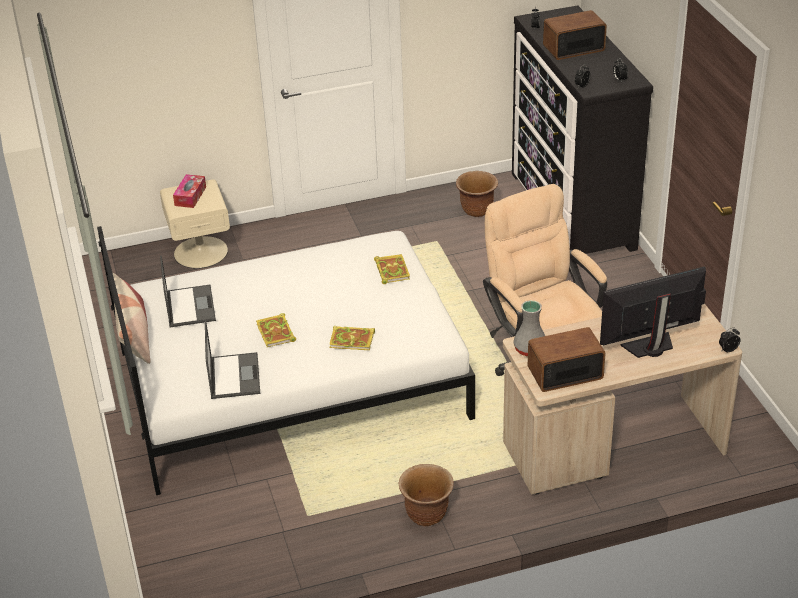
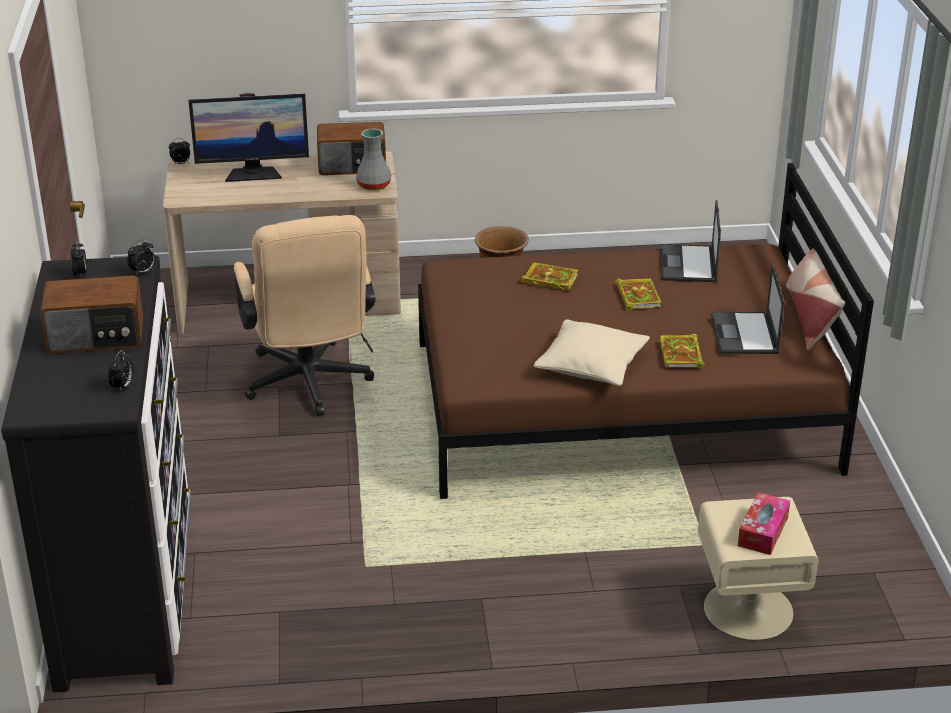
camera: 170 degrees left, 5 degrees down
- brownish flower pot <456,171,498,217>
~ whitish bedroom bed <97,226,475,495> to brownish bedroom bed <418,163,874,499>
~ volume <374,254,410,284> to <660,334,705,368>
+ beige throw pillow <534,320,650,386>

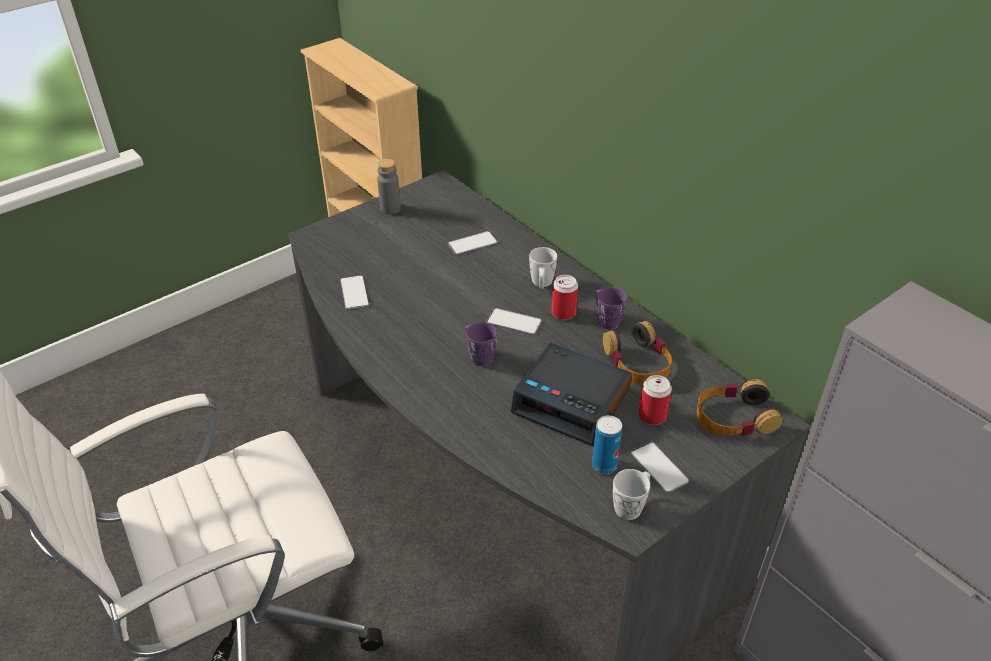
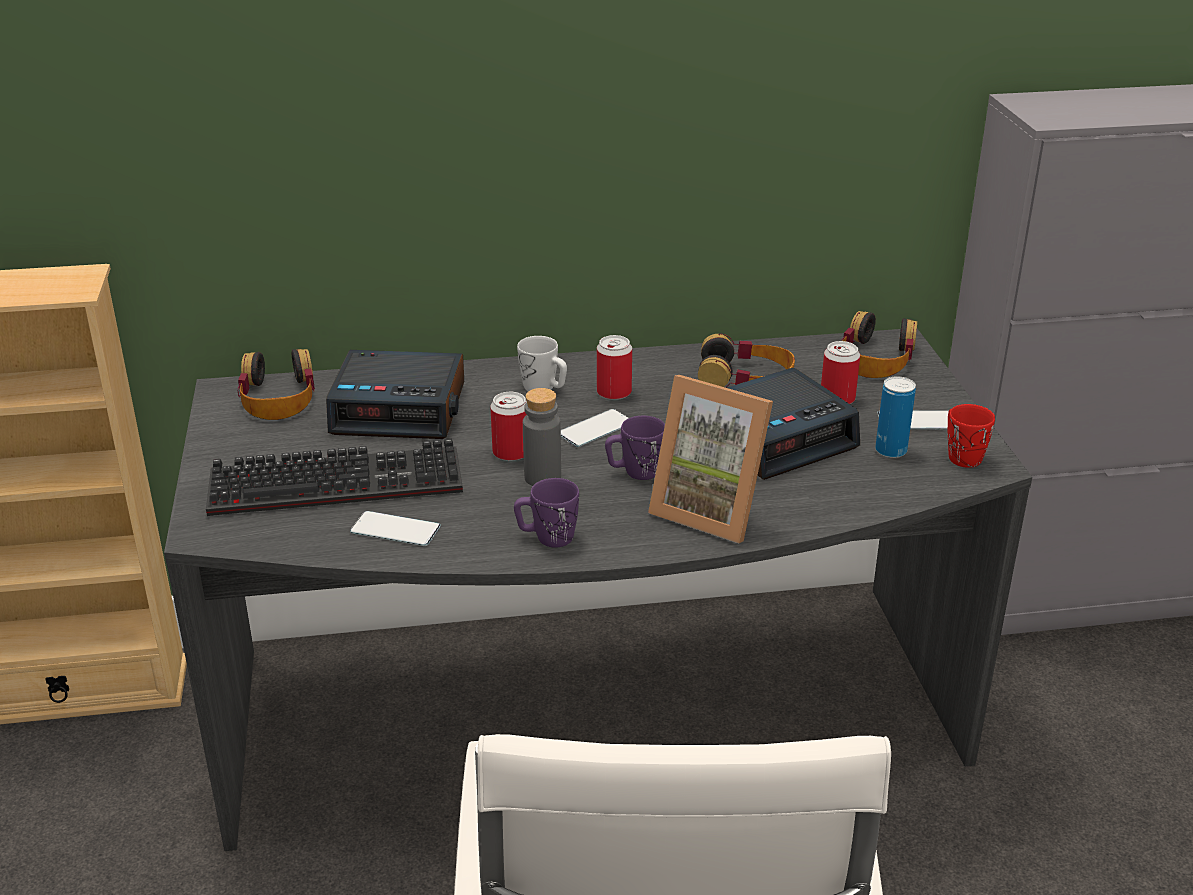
camera: 60 degrees left, 10 degrees down
~ gray beverage bottle <377,159,401,214> to <523,388,561,486>
~ telephone <448,231,497,254> to table clock <326,350,464,439>
~ purple mug <595,287,627,329> to <514,478,579,548>
~ whitish mug <613,469,650,520> to red-coloured mug <948,404,995,468>
+ headset <238,349,315,420>
+ photo frame <648,375,773,543>
+ metal can <490,392,527,461>
+ keyboard <206,439,463,516>

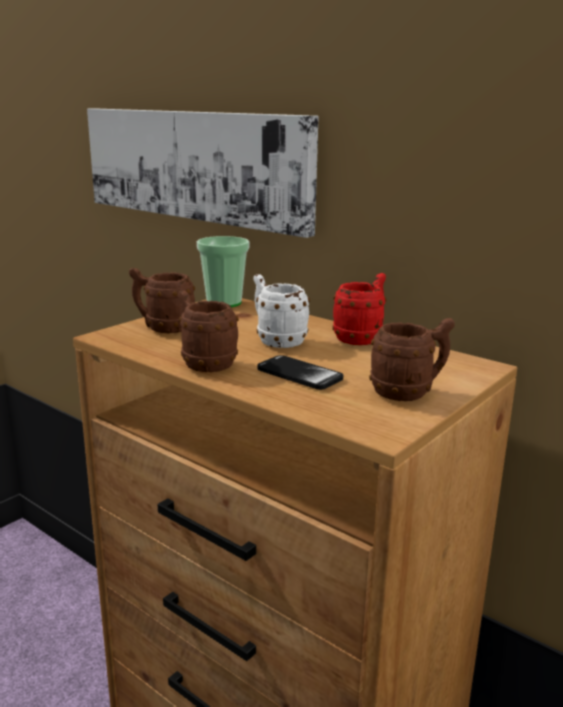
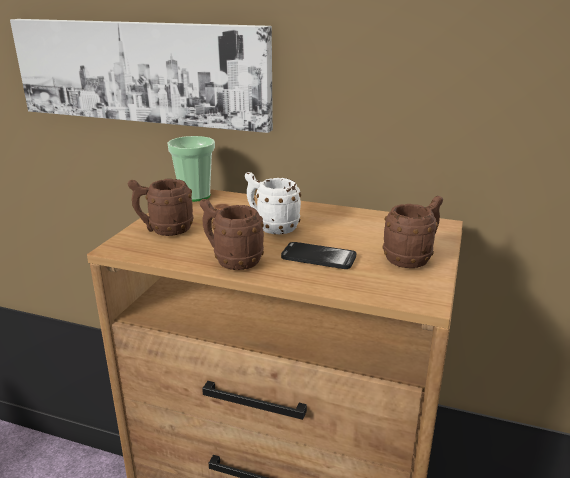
camera: 20 degrees left, 5 degrees up
- red-coloured mug <332,273,387,345>

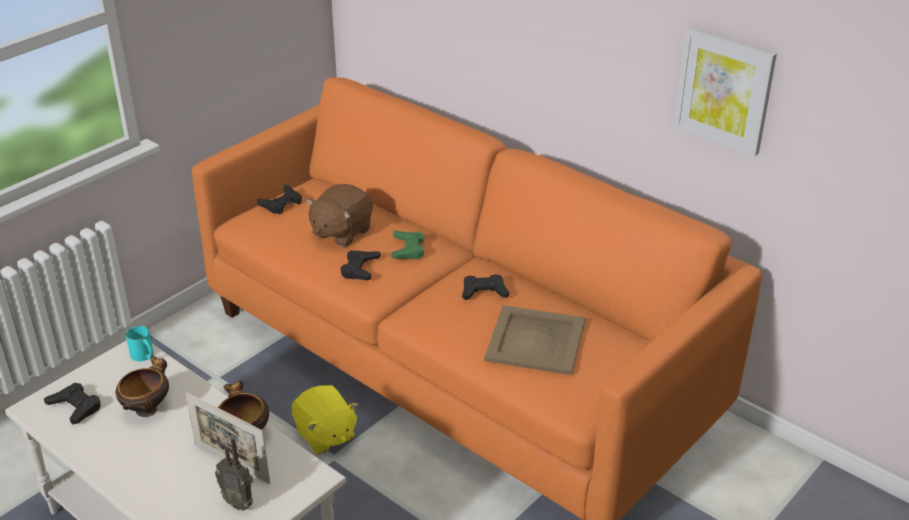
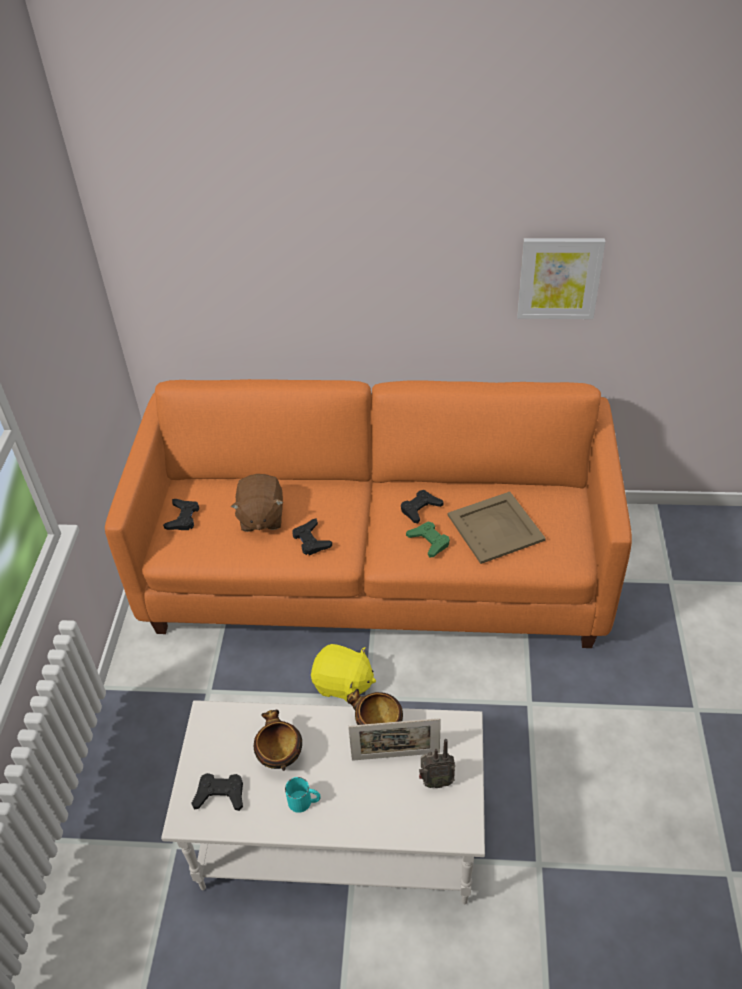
camera: 35 degrees left, 10 degrees up
~ greenish joypad <391,231,424,259> to <406,521,450,557>
~ blue-green mug <126,326,153,361> to <285,777,321,813>

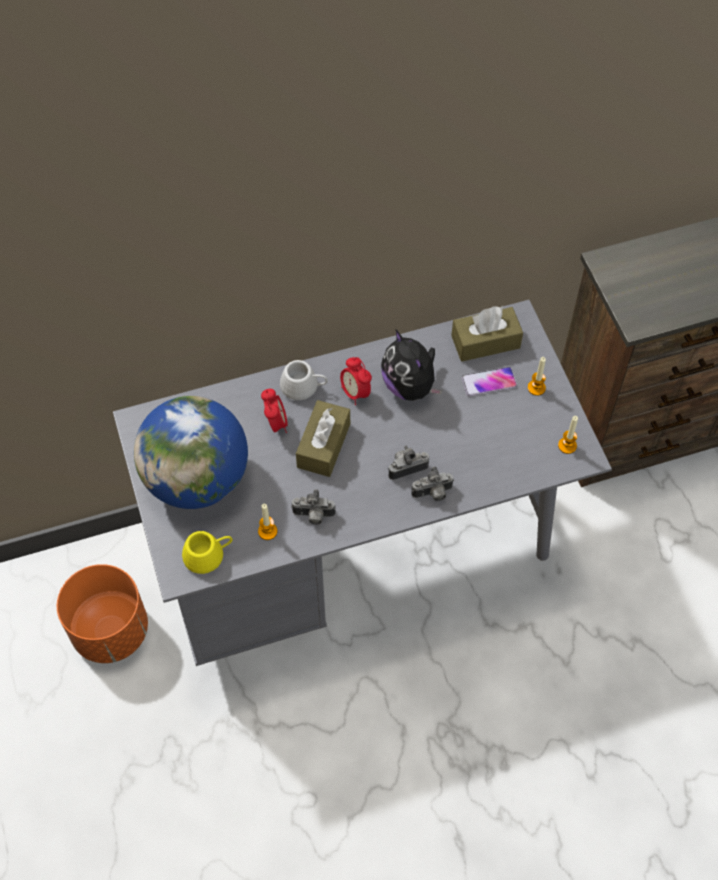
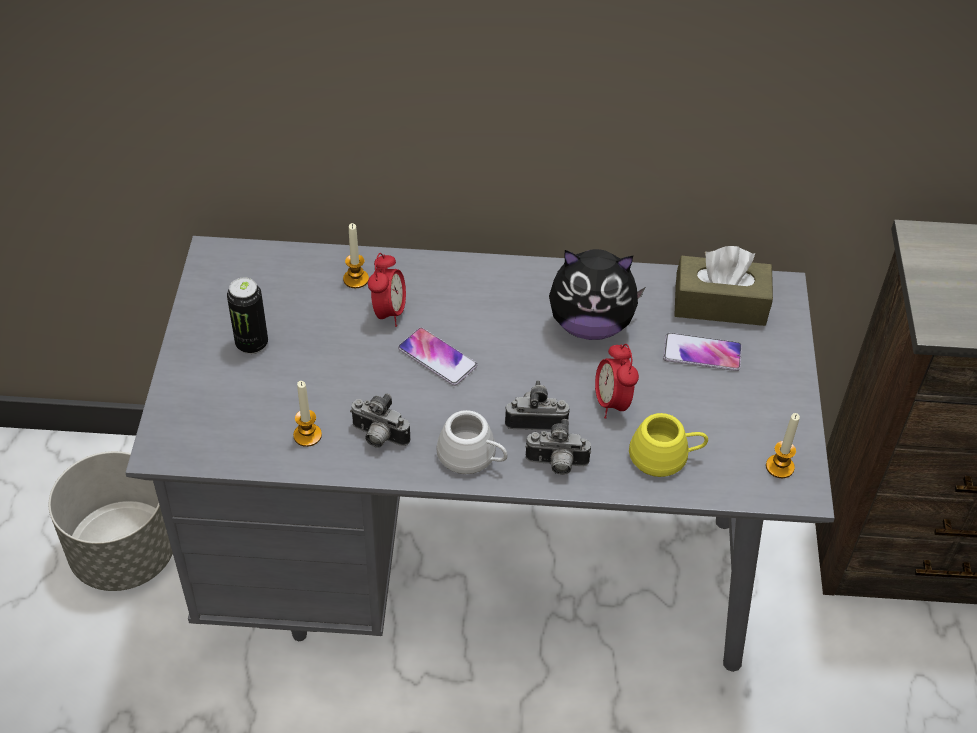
camera: 20 degrees right, 10 degrees down
~ plush toy <381,329,442,401> = <549,249,645,340> 75 degrees counterclockwise
~ table clock <340,357,372,405> to <595,344,639,419>
~ candle <528,357,546,396> to <343,223,369,288>
~ whitish mug <280,360,328,400> to <436,410,507,474>
~ desk globe <134,396,248,509> to metal can <227,277,268,354>
~ brownish box of tissues <296,400,350,477> to telephone <398,327,477,386>
~ yellow mug <182,531,232,574> to <629,413,708,477>
~ orangey flower pot <57,564,148,663> to gray flower pot <49,451,173,591>

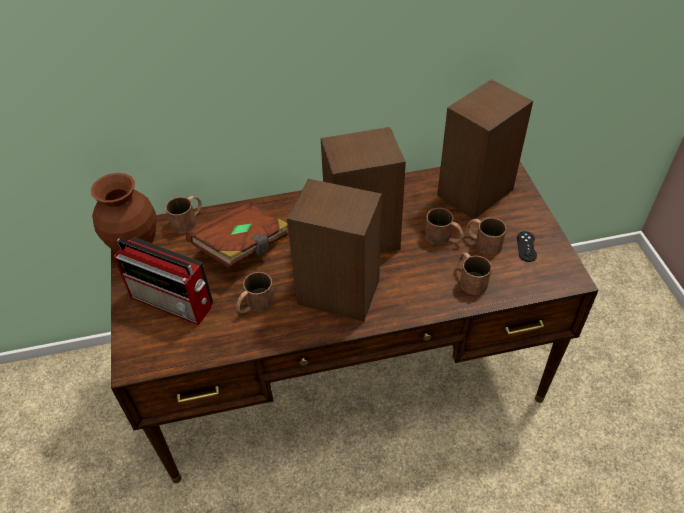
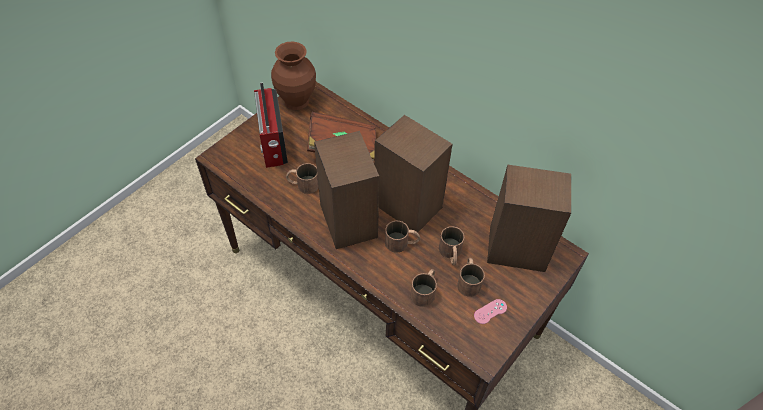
camera: 50 degrees right, 5 degrees up
~ brownish mug <166,196,202,233> to <385,221,420,253>
~ black joypad <517,231,537,262> to pinkish joypad <474,299,507,324>

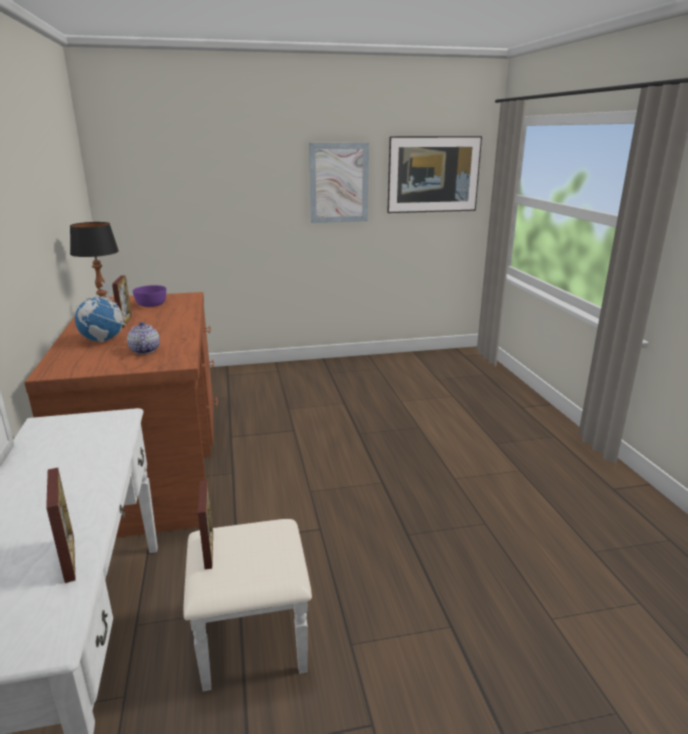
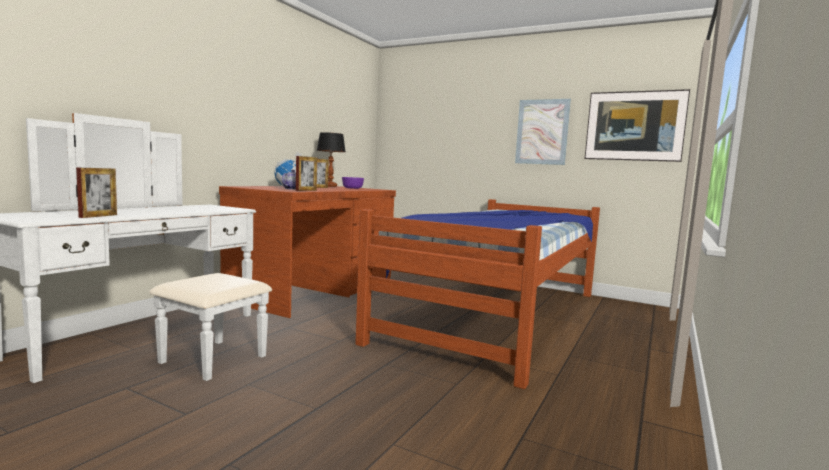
camera: 40 degrees right, 15 degrees down
~ photo frame <198,480,213,570> to <296,156,317,191>
+ bedroom bed <355,199,600,389>

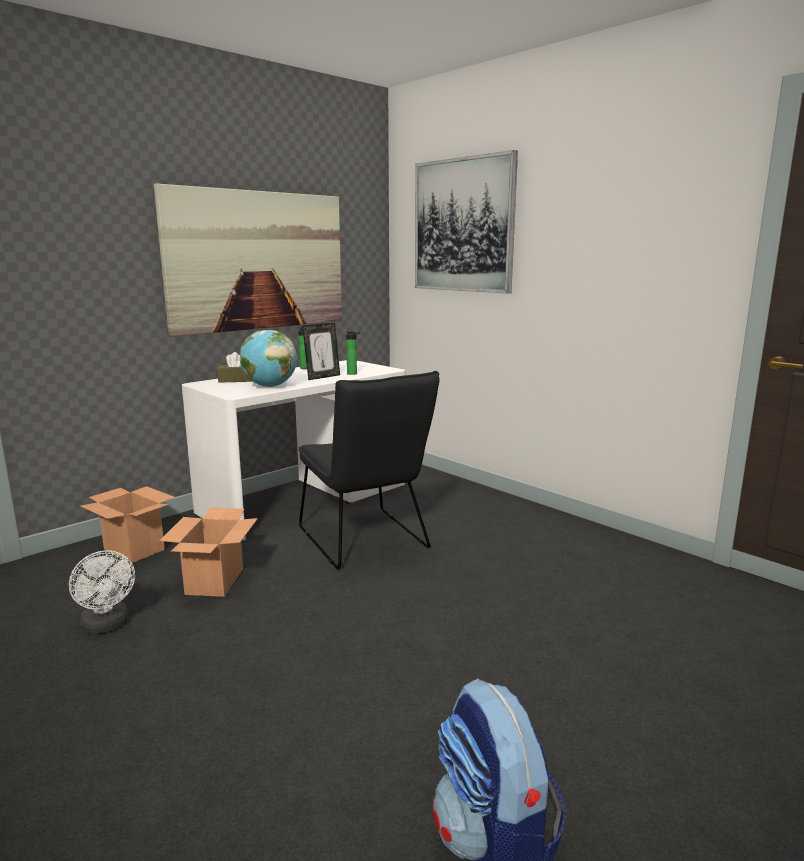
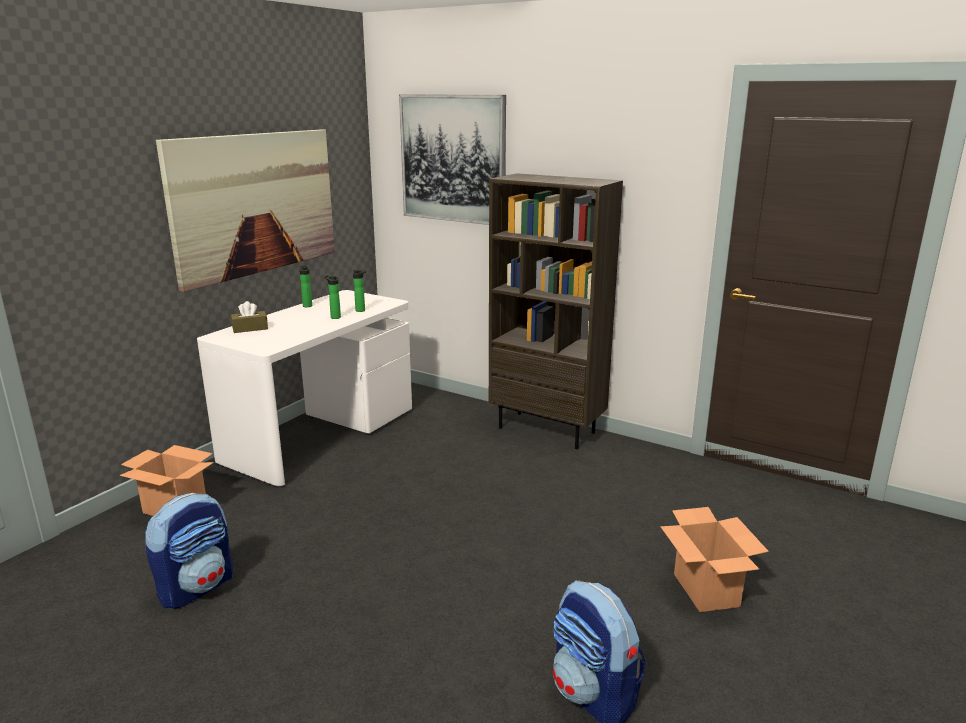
camera: 15 degrees left, 5 degrees up
~ photo frame <302,323,340,380> to beverage bottle <324,275,341,319>
- desk globe <240,330,297,387>
- black upright chair <298,371,440,569>
~ packing box <159,508,258,597> to <660,507,769,612>
~ whitish cooling fan <69,550,135,634> to knapsack <145,493,233,609>
+ brownish bookshelf <489,173,623,449>

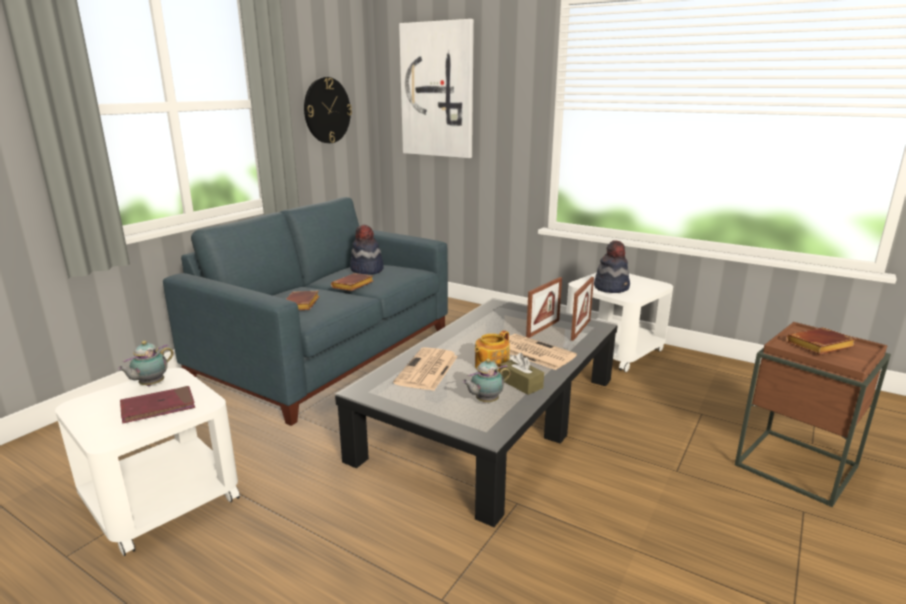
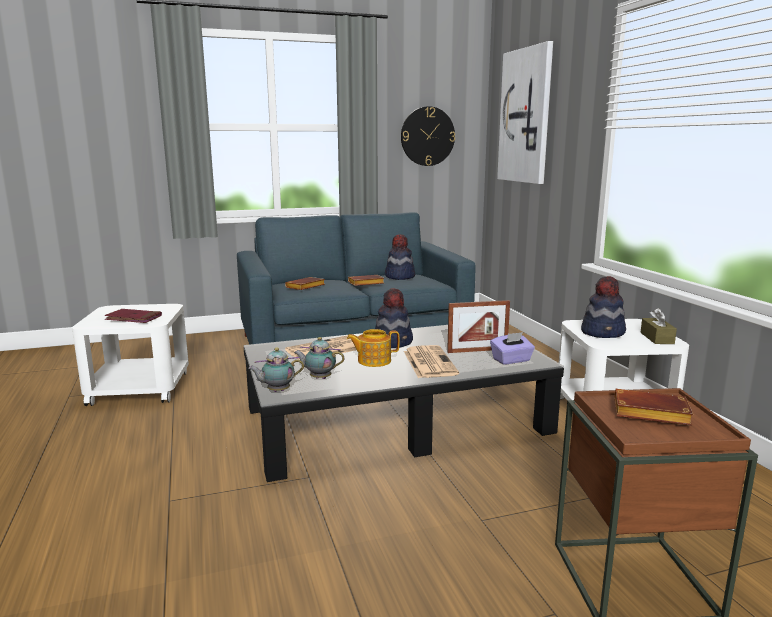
camera: 40 degrees right, 5 degrees down
~ photo frame <571,277,594,341> to purple box of tissues <490,332,535,365>
~ teapot <117,341,174,386> to <248,348,304,392>
~ brownish box of tissues <500,353,544,395> to <640,308,677,344>
+ hat <375,288,413,348>

